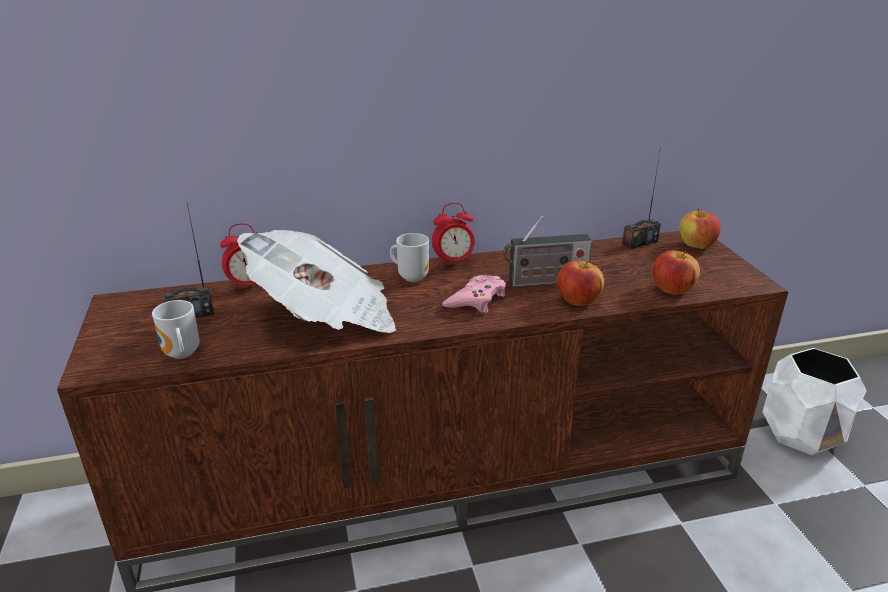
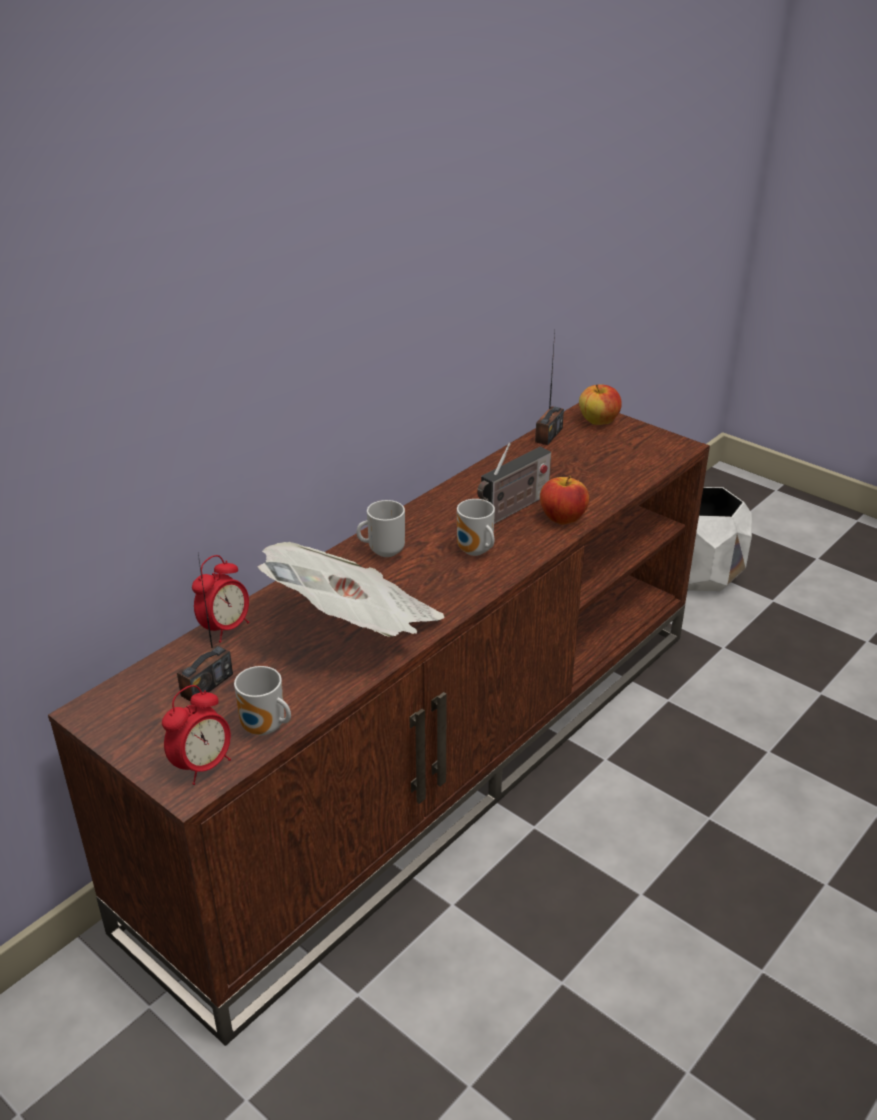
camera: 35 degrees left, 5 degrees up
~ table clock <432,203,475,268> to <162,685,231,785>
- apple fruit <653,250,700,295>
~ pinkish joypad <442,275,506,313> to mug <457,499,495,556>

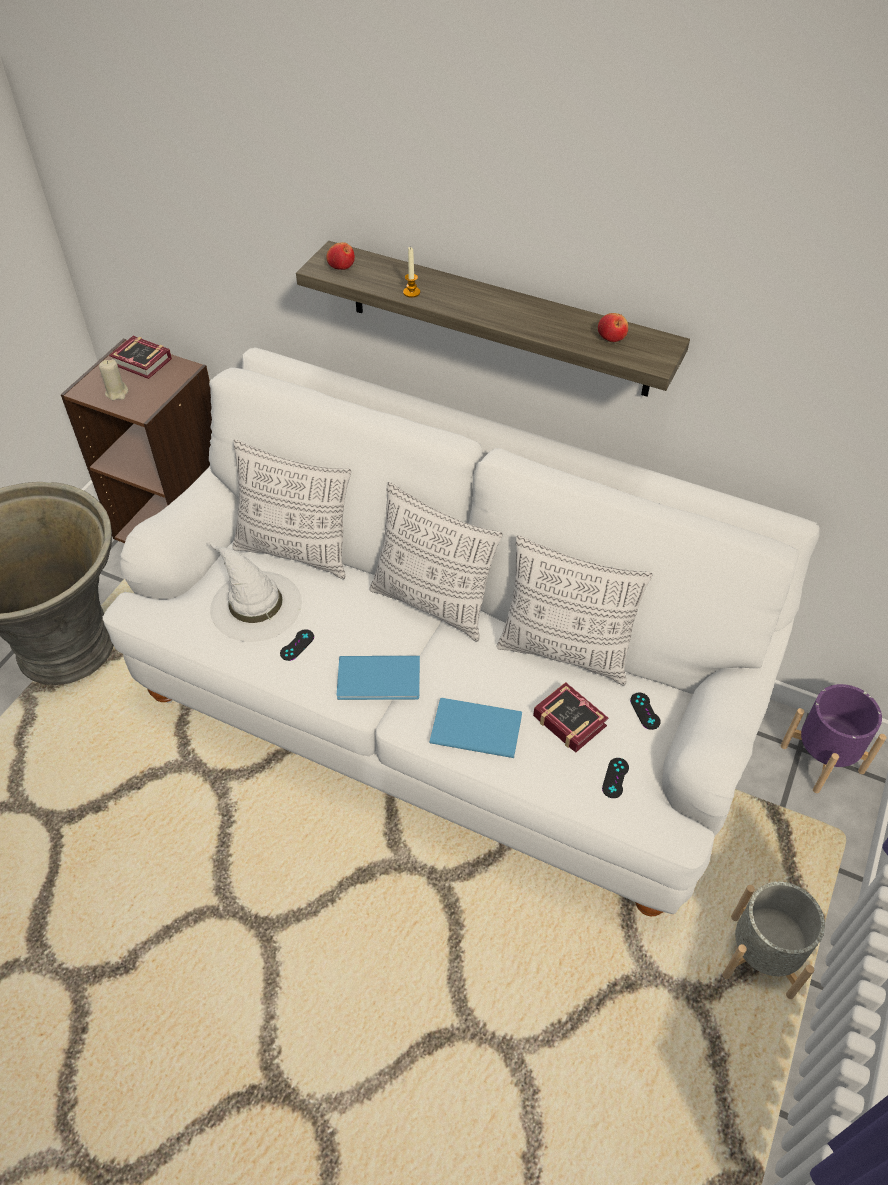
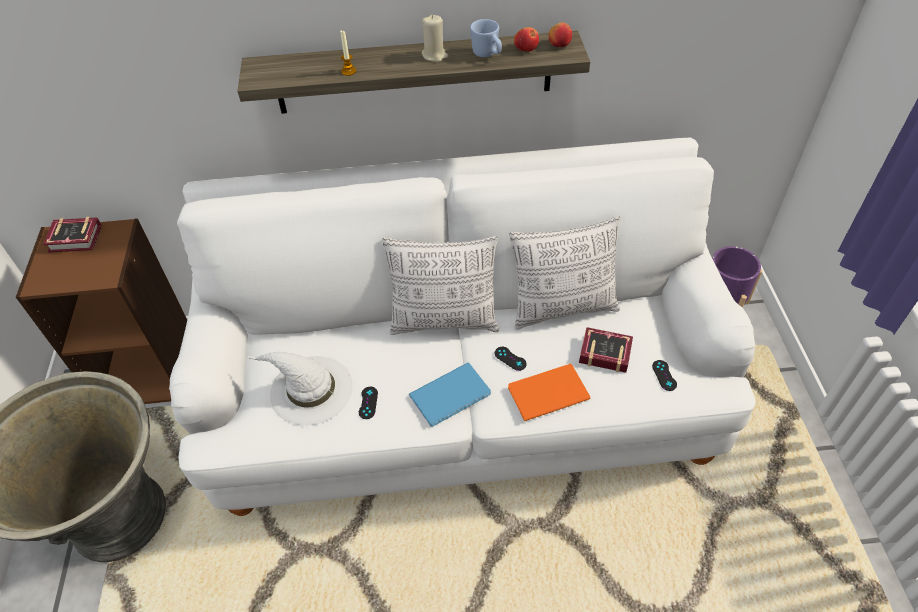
camera: 30 degrees left, 0 degrees up
~ apple fruit <326,242,355,270> to <548,22,572,47>
~ beige candle <99,359,128,400> to <422,15,448,62>
- throw pillow <233,439,351,579>
~ black joypad <630,692,661,730> to <495,347,527,371>
~ bluish volume <430,698,522,758> to orangey volume <508,364,591,421>
- gray flower pot <722,882,825,999>
+ bluish mug <470,19,502,57>

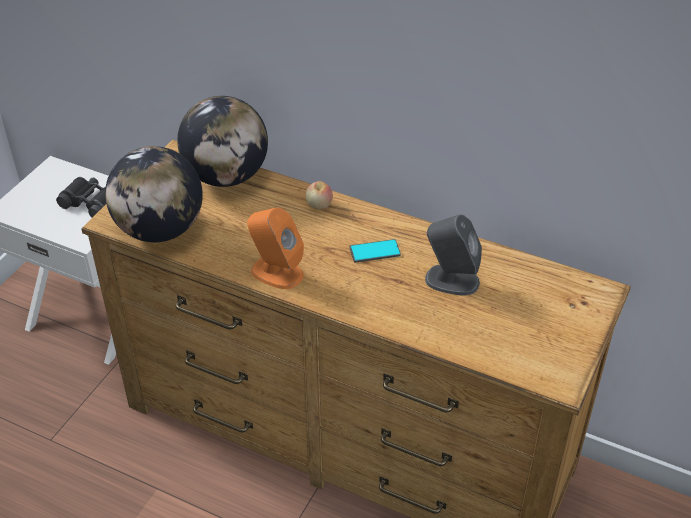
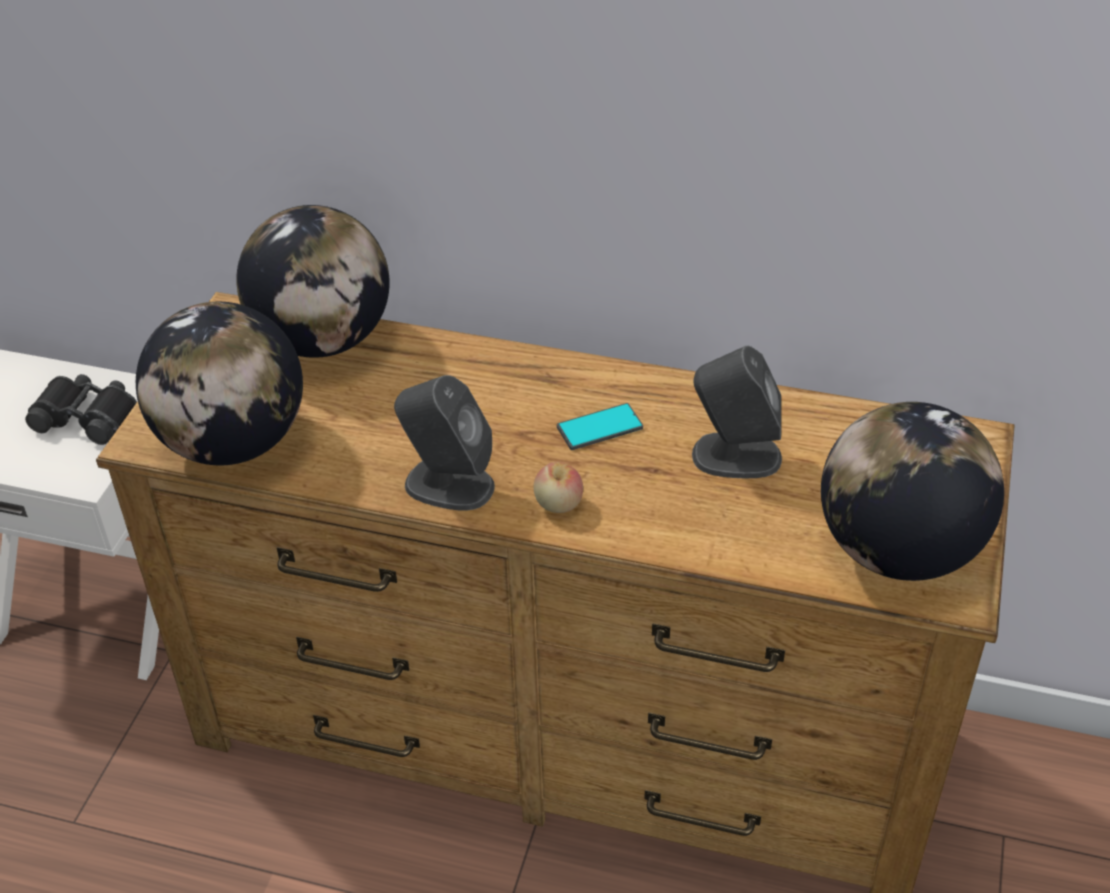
camera: 10 degrees left, 0 degrees up
~ apple fruit <306,181,333,209> to <534,461,583,513>
~ orangey speaker <247,207,304,289> to gray speaker <394,375,495,511>
+ desk globe <821,402,1004,581>

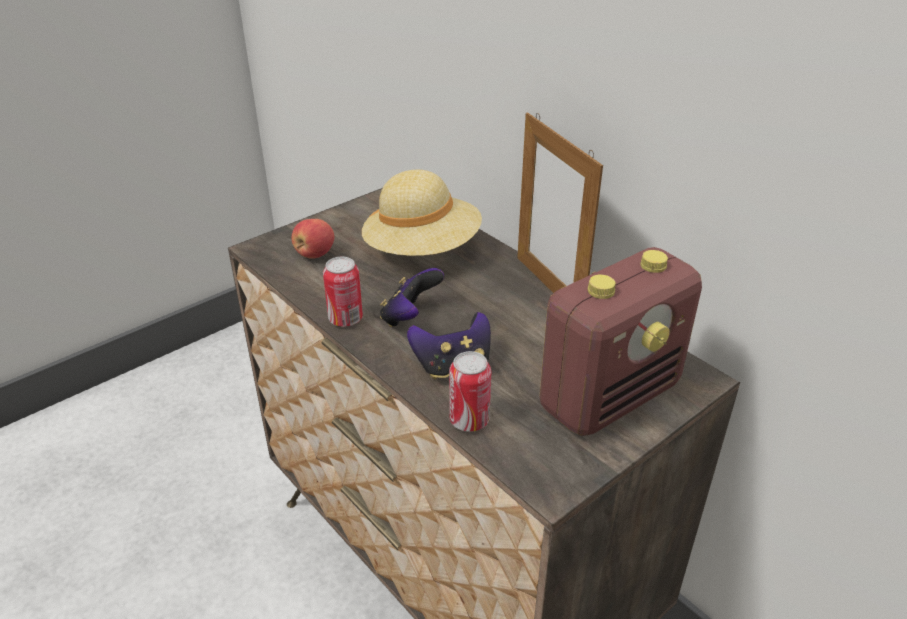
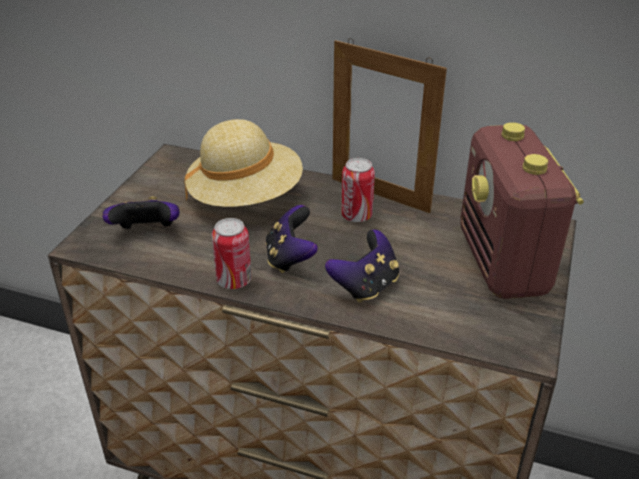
camera: 30 degrees left, 0 degrees up
~ apple fruit <292,219,334,259> to joypad <103,196,179,229>
~ radio receiver <539,247,702,436> = <460,122,584,299> 150 degrees clockwise
~ metal can <449,351,491,432> to <341,158,375,222>

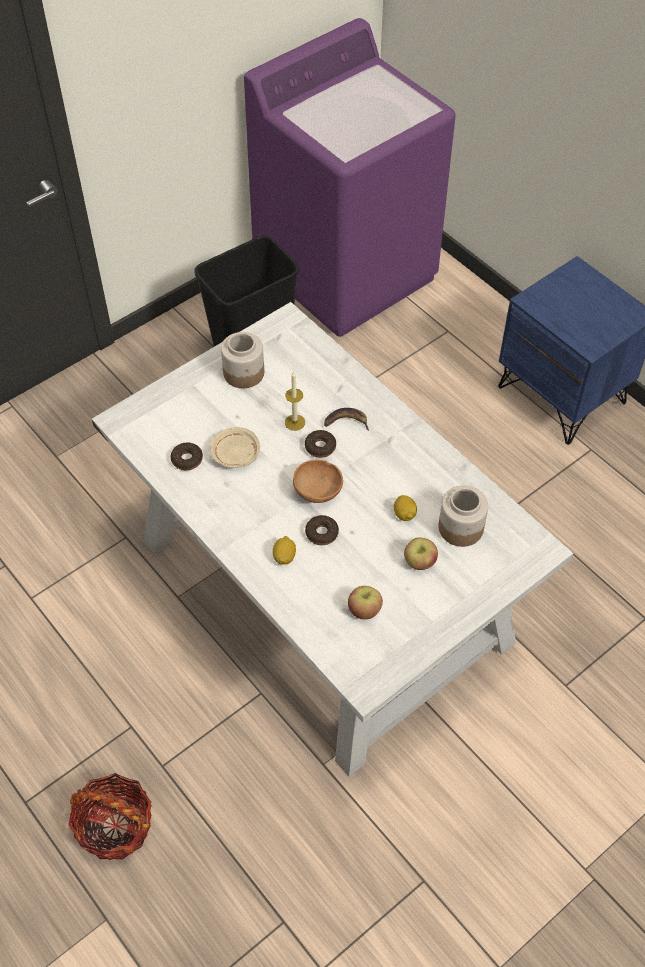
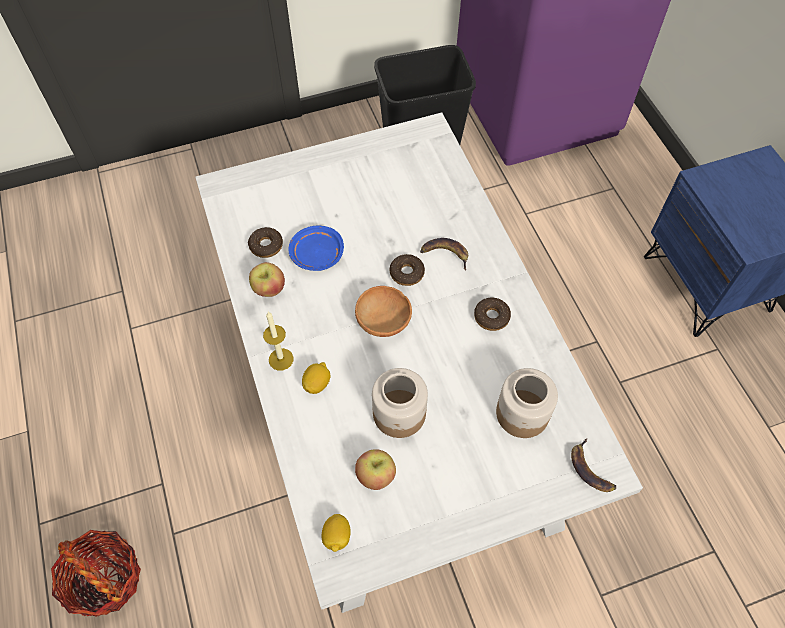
camera: 20 degrees right, 5 degrees up
~ jar <221,332,264,388> to <372,368,428,438>
~ candle <285,371,305,431> to <263,312,293,371>
~ beige plate <210,427,260,468> to bluish plate <289,226,344,271>
~ lemon <394,495,417,521> to <321,514,351,552>
~ ring doughnut <305,515,339,545> to <474,298,511,331>
~ apple fruit <404,537,438,570> to <249,262,285,297>
+ banana <571,438,617,492>

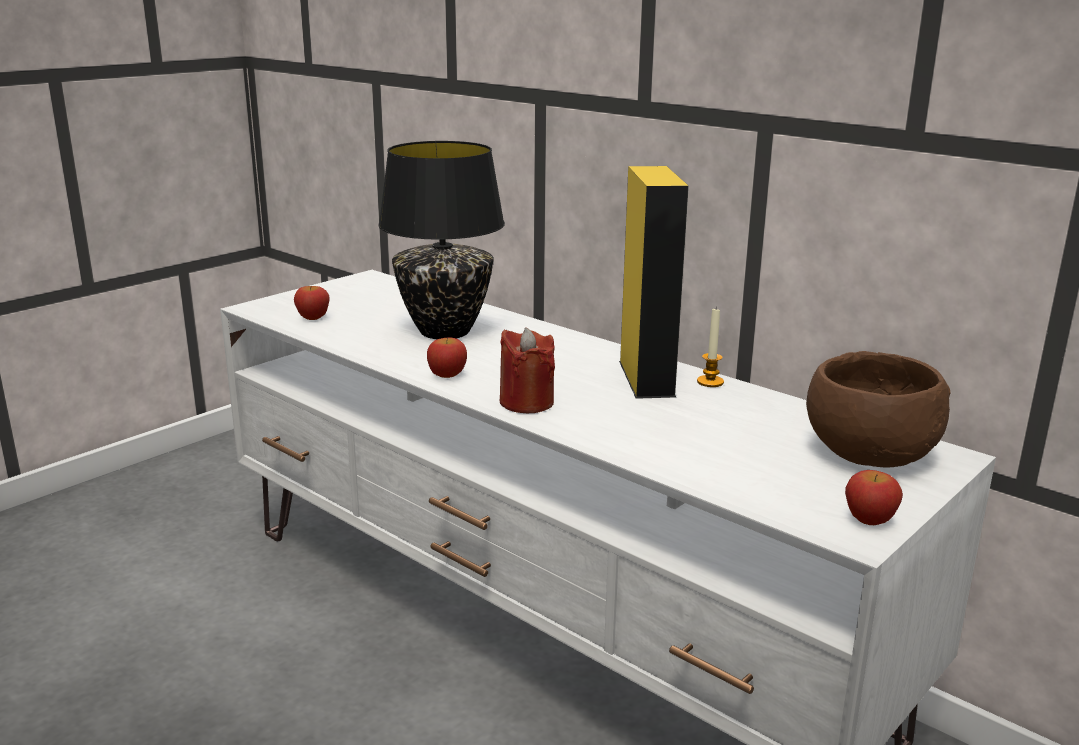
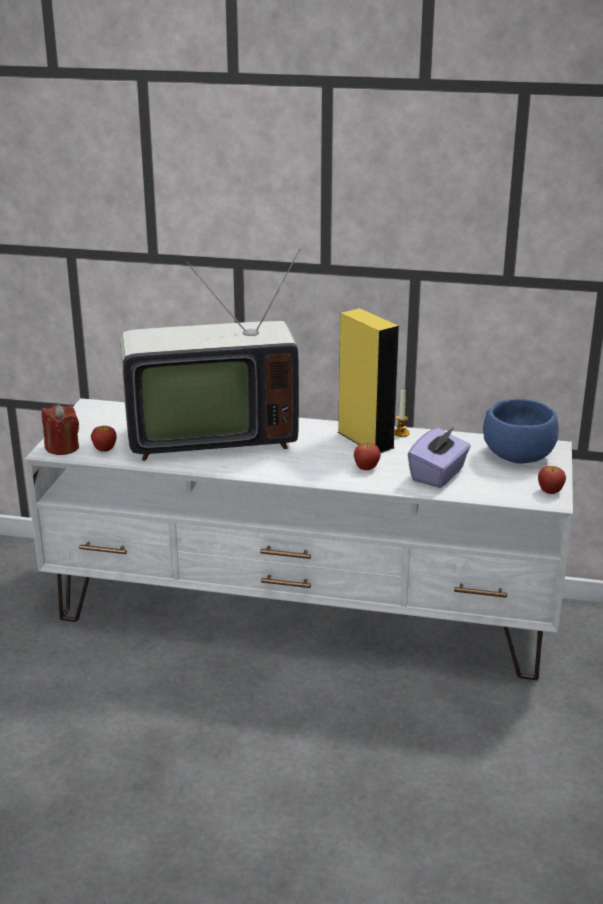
camera: 30 degrees left, 5 degrees up
~ black lamp for a table <378,141,505,339> to television <121,249,301,461>
~ red-coloured candle <499,328,555,413> to <42,405,79,455>
~ apple fruit <427,337,467,378> to <354,443,381,470>
~ brownish deep dish <806,351,950,468> to bluish deep dish <483,399,559,464>
+ purple box of tissues <408,426,471,488>

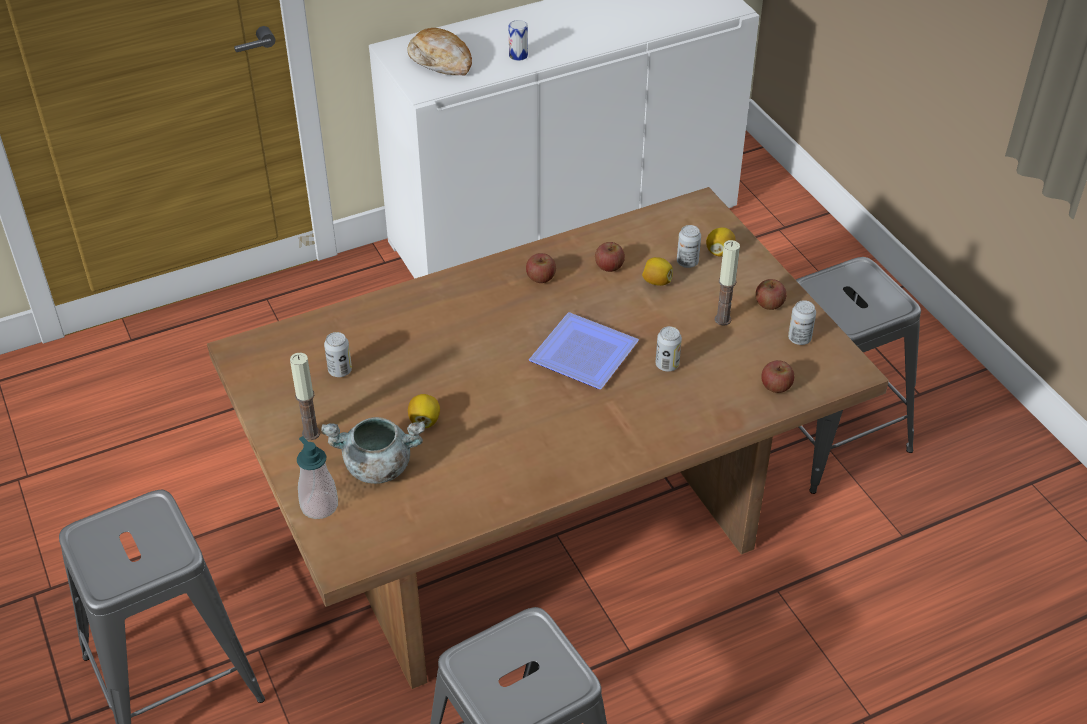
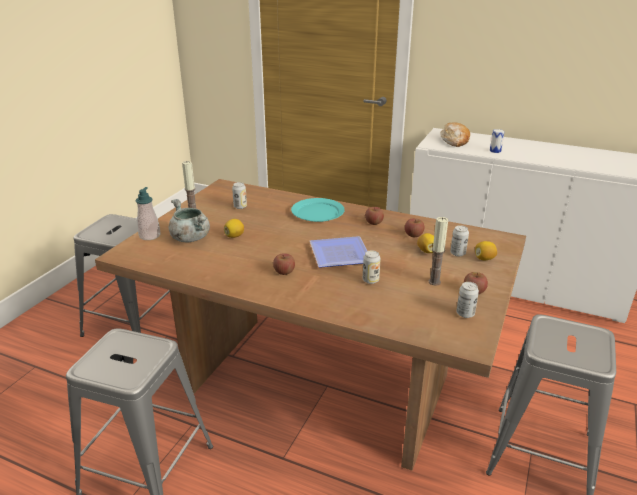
camera: 50 degrees right, 15 degrees down
~ apple fruit <761,360,794,393> to <273,253,295,275>
+ blue-green plate <291,198,345,222>

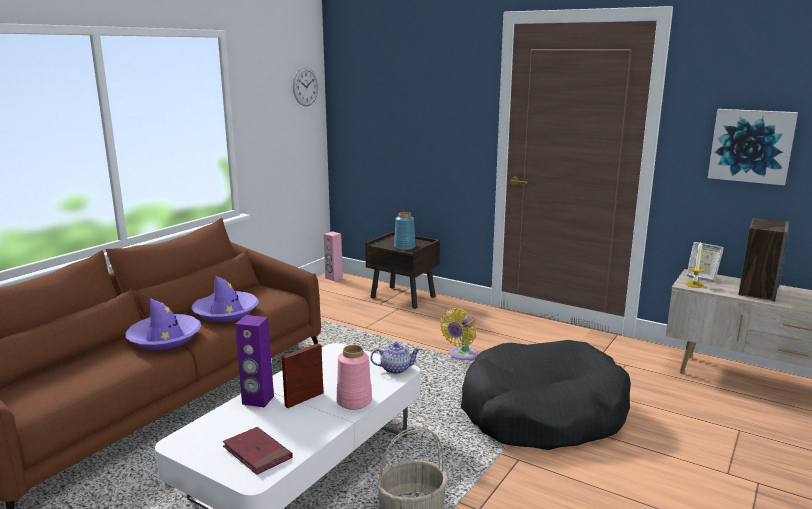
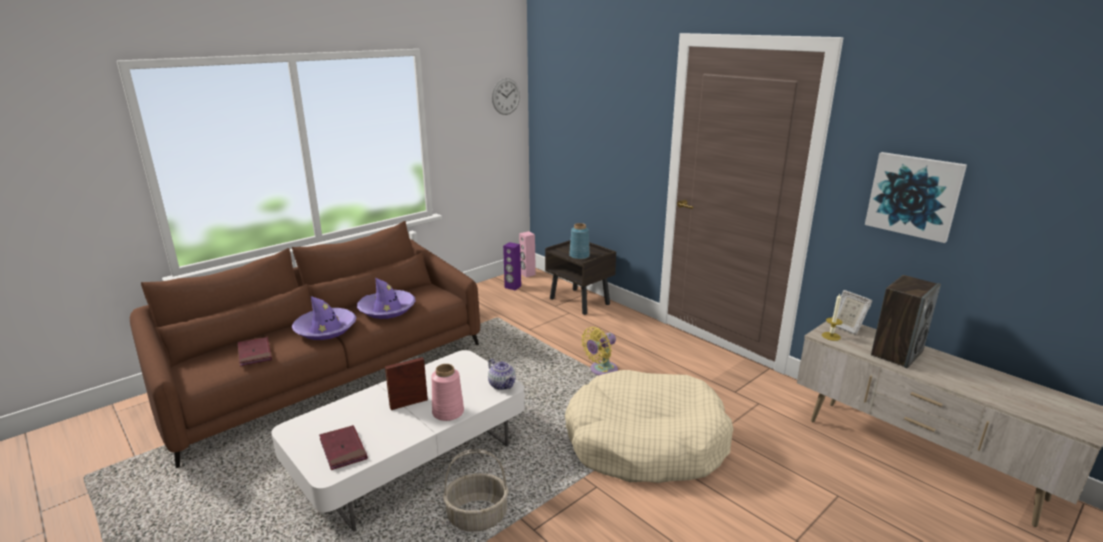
camera: 15 degrees right, 5 degrees up
~ purple speaker <235,315,274,408> to <503,242,521,290>
~ black dog bed <461,340,631,450> to beige dog bed <565,370,733,483>
~ teapot <370,342,421,374> = <488,359,516,390> 45 degrees clockwise
+ red-coloured volume <237,337,272,366>

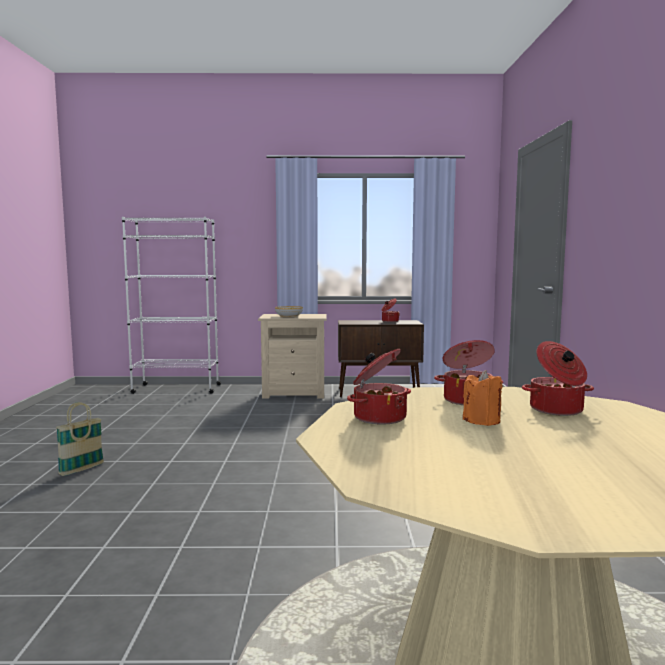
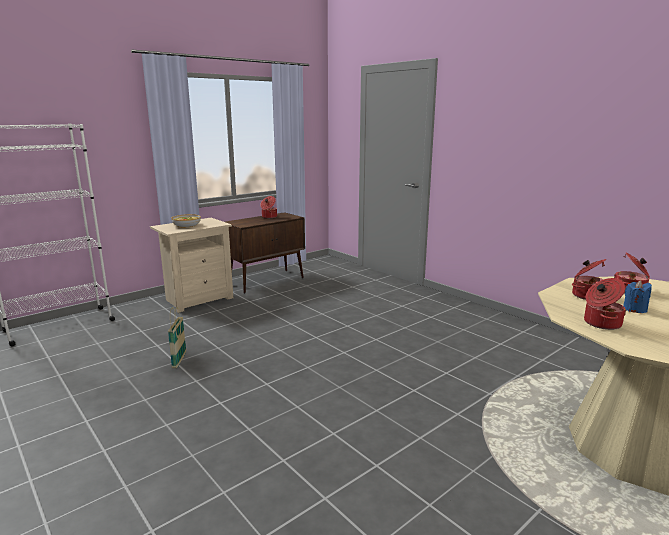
camera: 40 degrees left, 10 degrees up
~ orangey candle <463,370,502,426> to bluish candle <623,280,652,313>
~ basket <56,402,104,476> to <168,307,186,368>

